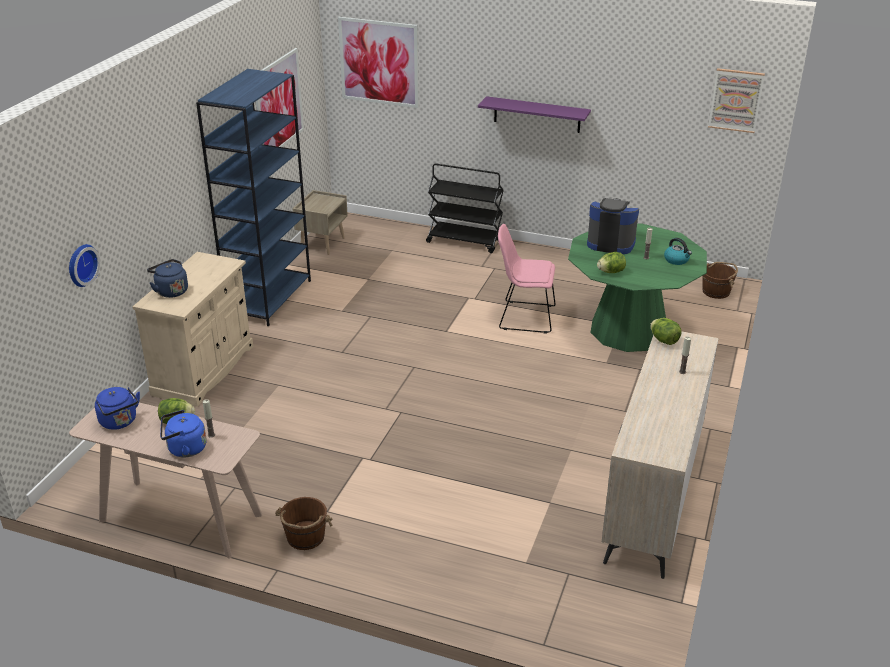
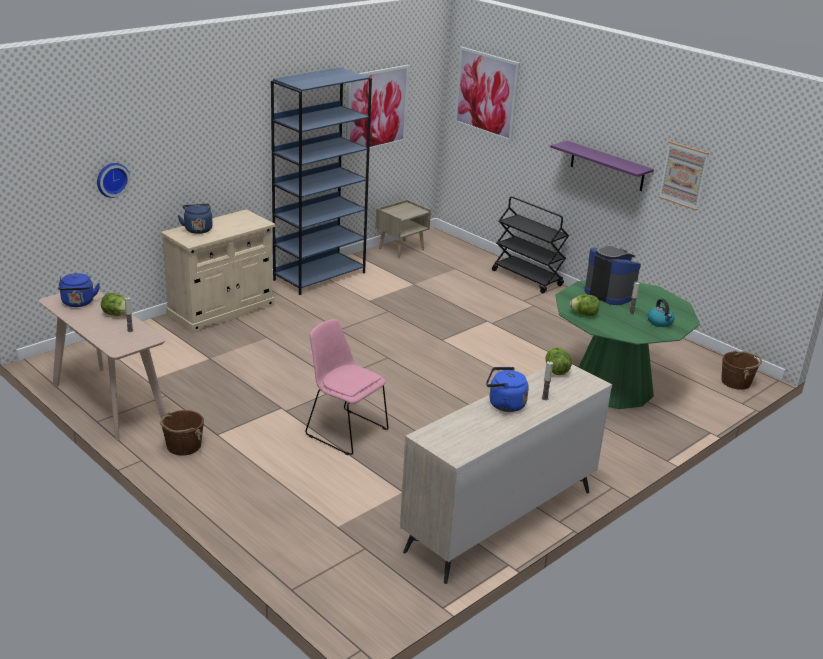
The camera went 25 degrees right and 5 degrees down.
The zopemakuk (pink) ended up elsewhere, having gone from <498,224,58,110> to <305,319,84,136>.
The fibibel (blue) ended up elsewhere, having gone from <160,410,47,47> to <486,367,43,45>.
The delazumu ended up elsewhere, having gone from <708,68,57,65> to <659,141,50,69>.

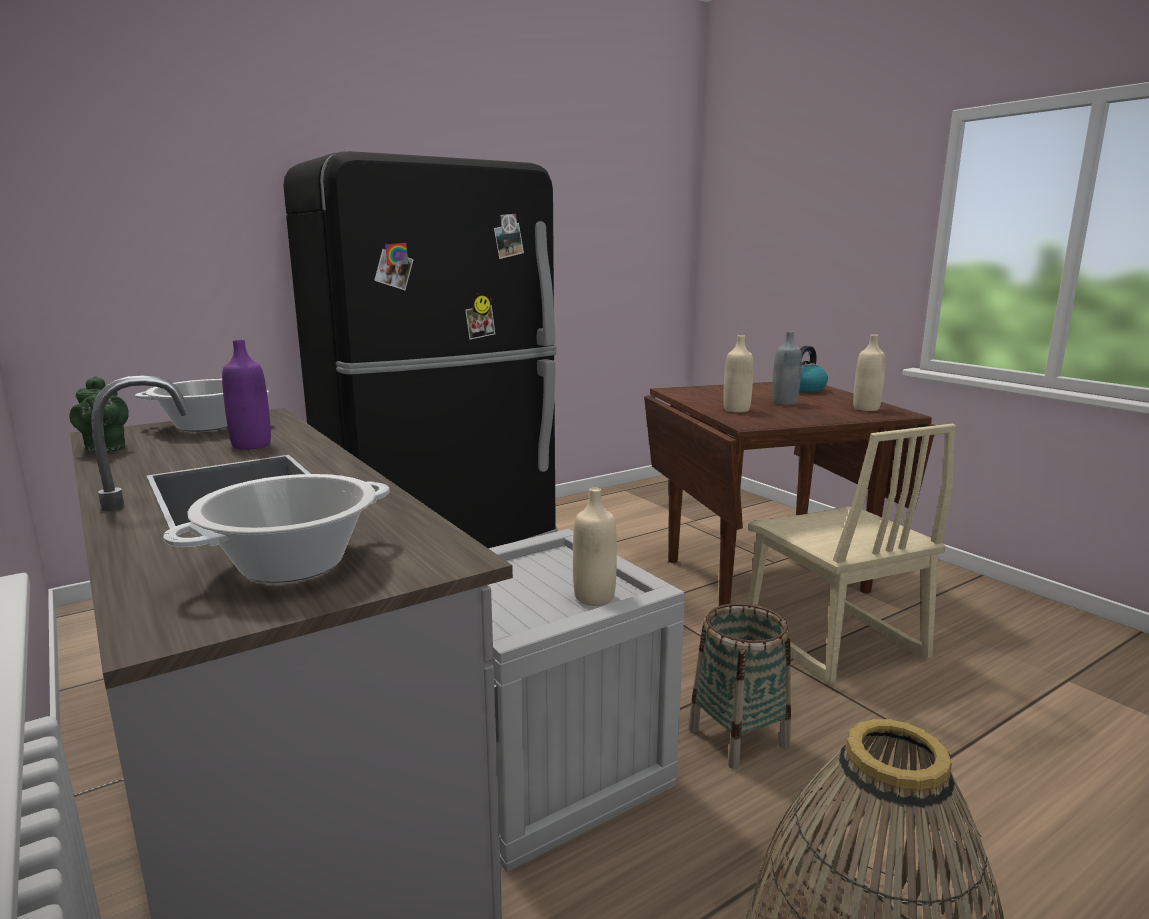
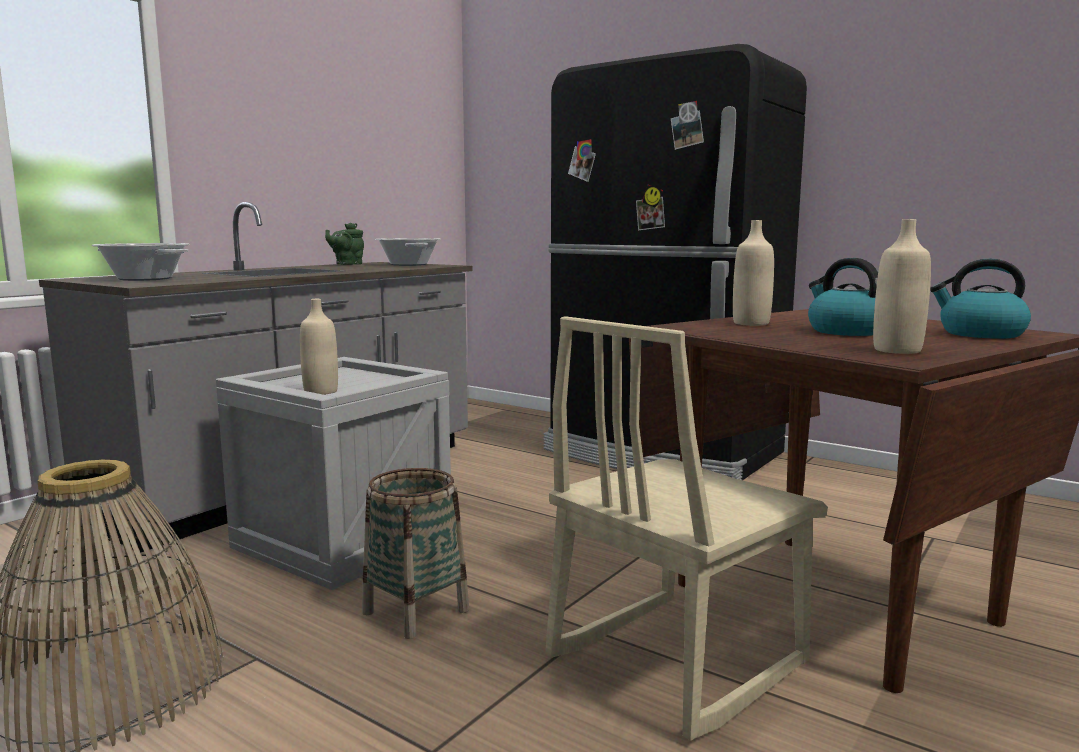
The camera went 70 degrees right and 5 degrees down.
Where the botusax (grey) stood at <772,331,30,74>, the fibibel came to stand at <808,258,70,78>.
The second view lost the botusax (purple) at <222,340,49,110>.

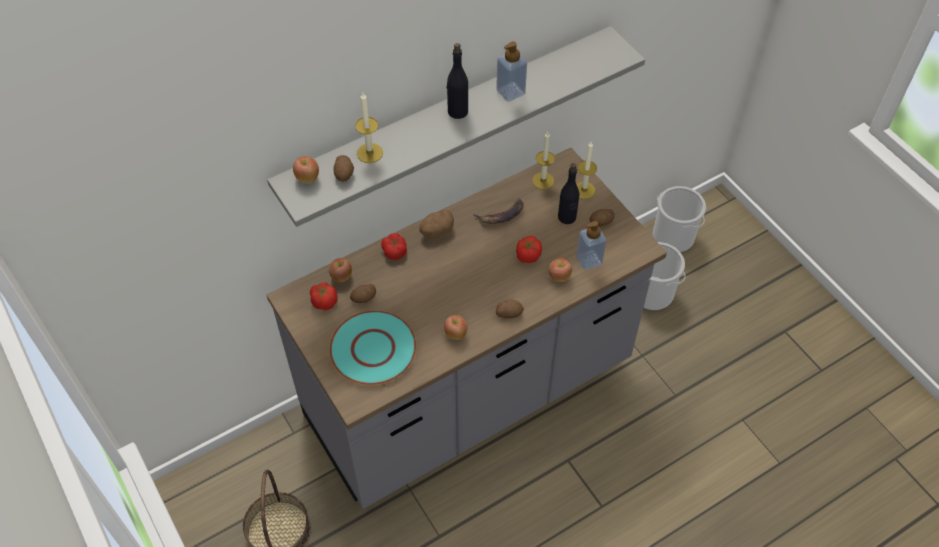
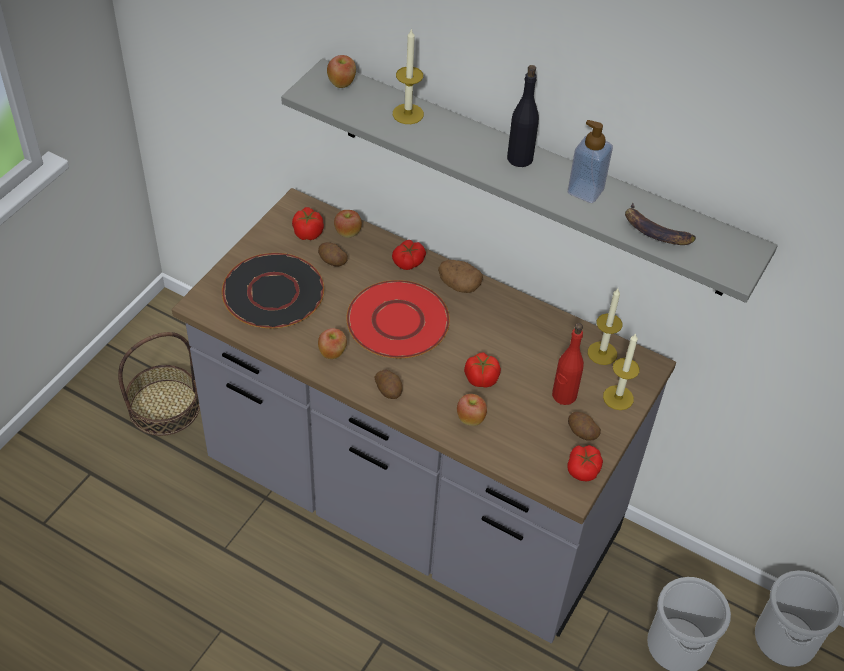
The camera went 60 degrees right and 5 degrees down.
What was the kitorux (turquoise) at <329,310,88,75> turned into the kitorux (black) at <222,253,102,75>.
The second view gained the kitorux (red) at <346,280,104,78>.
What was the botusax (black) at <558,163,21,61> turned into the botusax (red) at <552,323,32,82>.
The second view gained the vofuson at <568,445,35,37>.
The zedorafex ended up elsewhere, having gone from <473,198,51,26> to <625,203,71,42>.
The second view lost the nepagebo at <333,155,21,27>.
The second view lost the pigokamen at <576,221,30,49>.

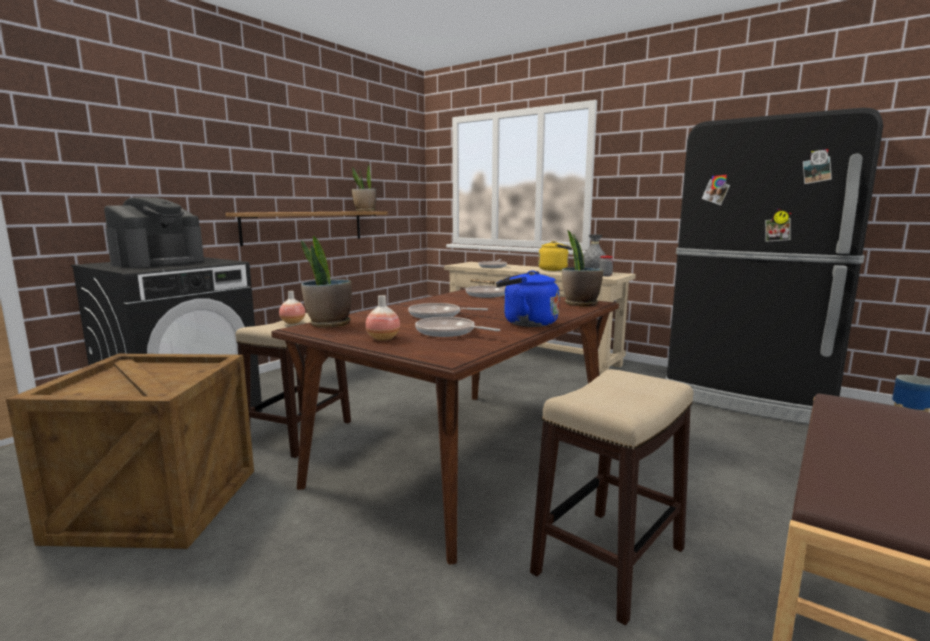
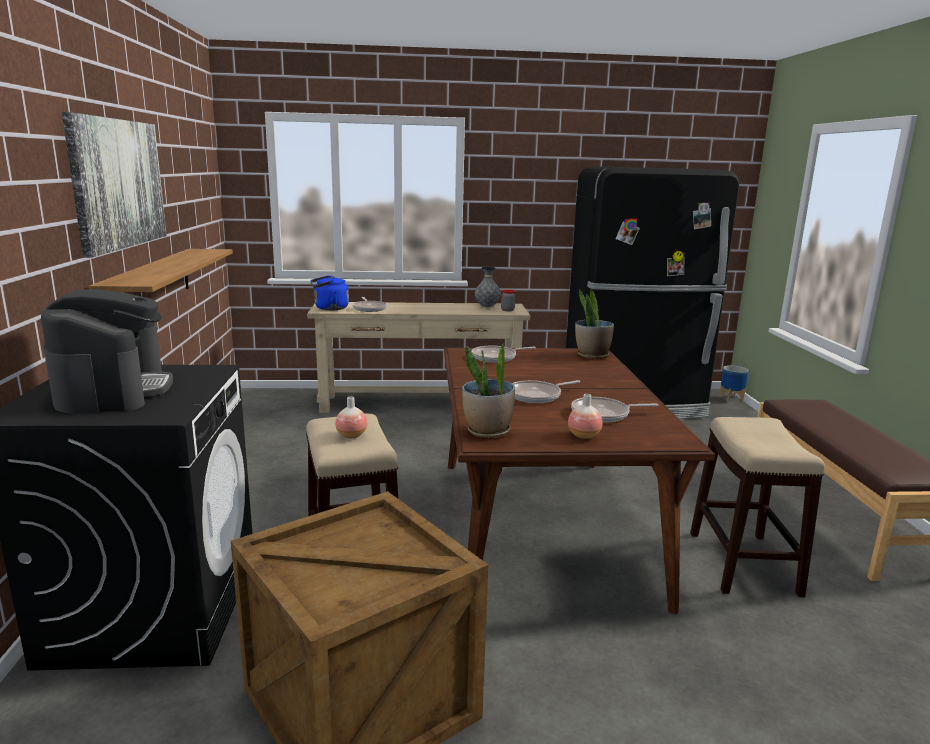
The camera went 40 degrees left and 5 degrees up.
The second view gained the delazumu at <62,112,105,146>.
The fibibel (blue) ended up elsewhere, having gone from <496,270,64,57> to <311,276,38,35>.
The second view lost the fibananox at <352,165,24,46>.
The second view lost the fibibel (yellow) at <538,241,34,30>.

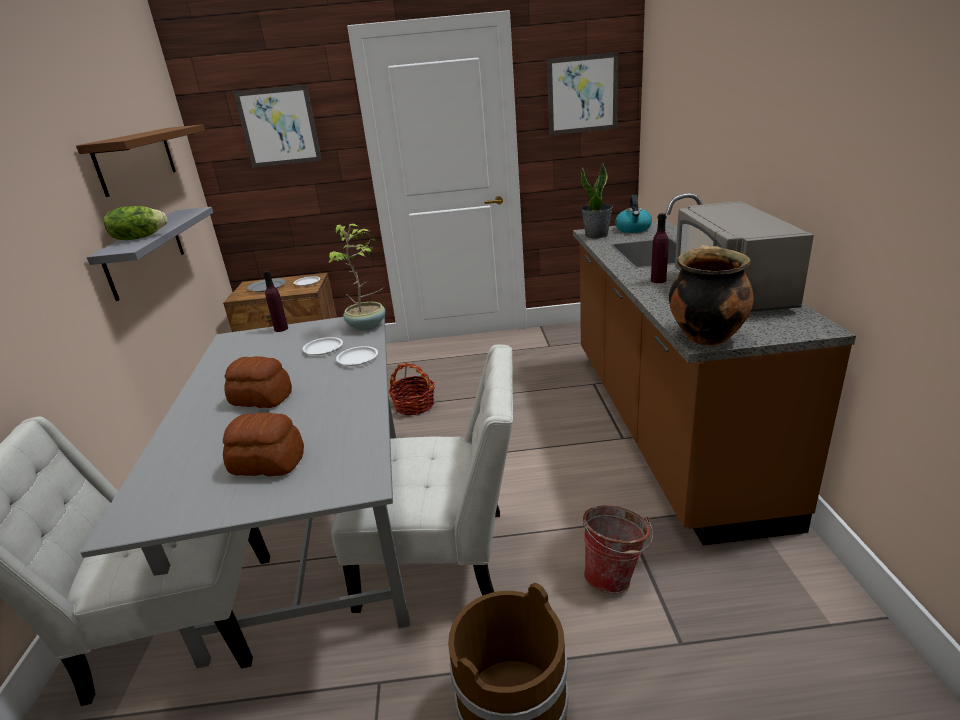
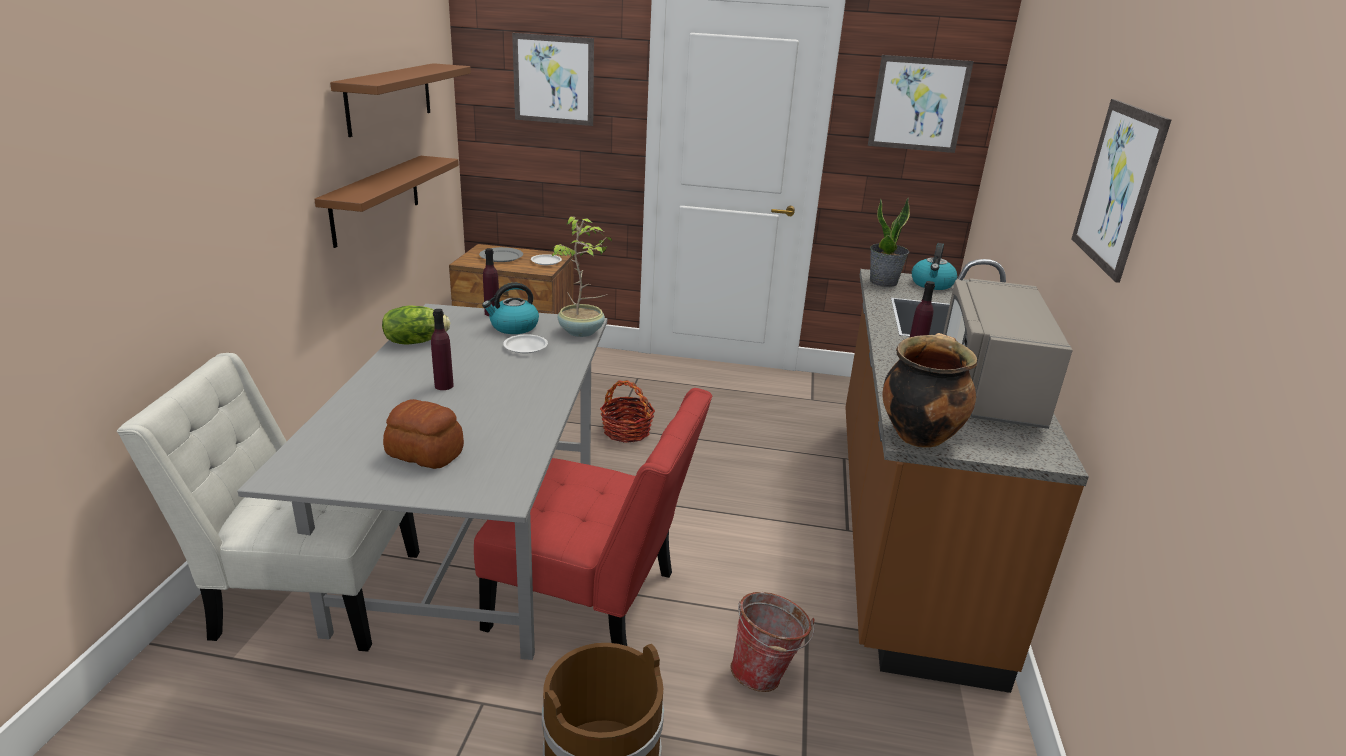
The camera went 10 degrees right and 0 degrees up.
What was the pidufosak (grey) at <87,207,126,94> turned into the pidufosak (brown) at <314,156,145,92>.
The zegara ended up elsewhere, having gone from <104,206,63,34> to <382,305,68,40>.
Where the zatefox stood at <224,356,68,52>, the botusax (purple) came to stand at <431,309,23,81>.
What was the zopemakuk (white) at <331,345,182,268> turned into the zopemakuk (red) at <474,388,238,258>.
The second view gained the fibibel at <482,283,57,51>.
The second view gained the delazumu at <1071,99,100,184>.
The second view lost the kitorux (white) at <336,346,42,20>.

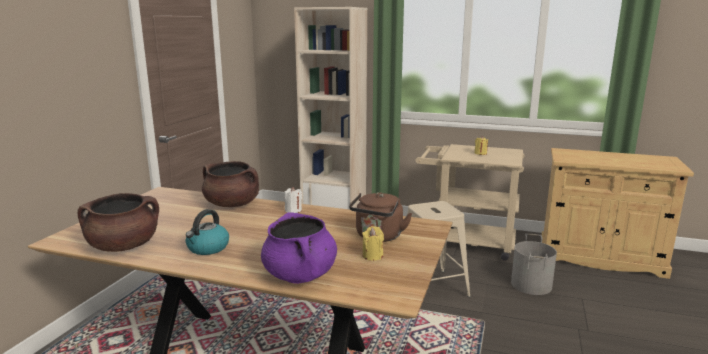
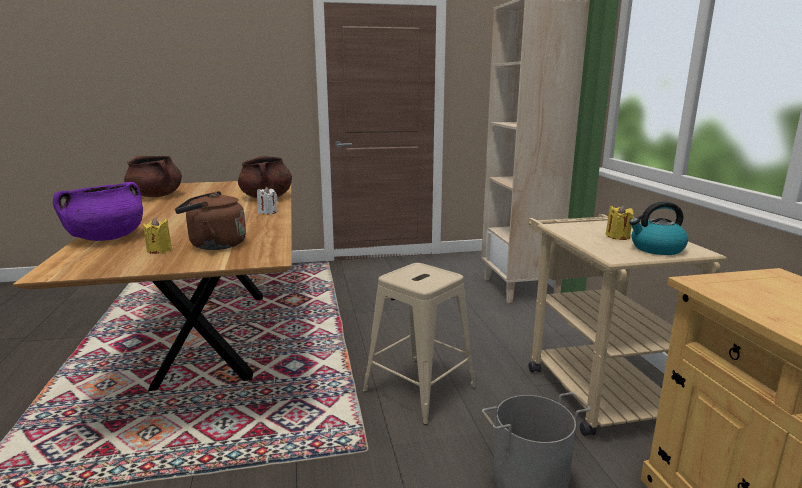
The camera went 60 degrees right and 0 degrees up.
The fibibel ended up elsewhere, having gone from <186,209,43,46> to <629,201,59,54>.

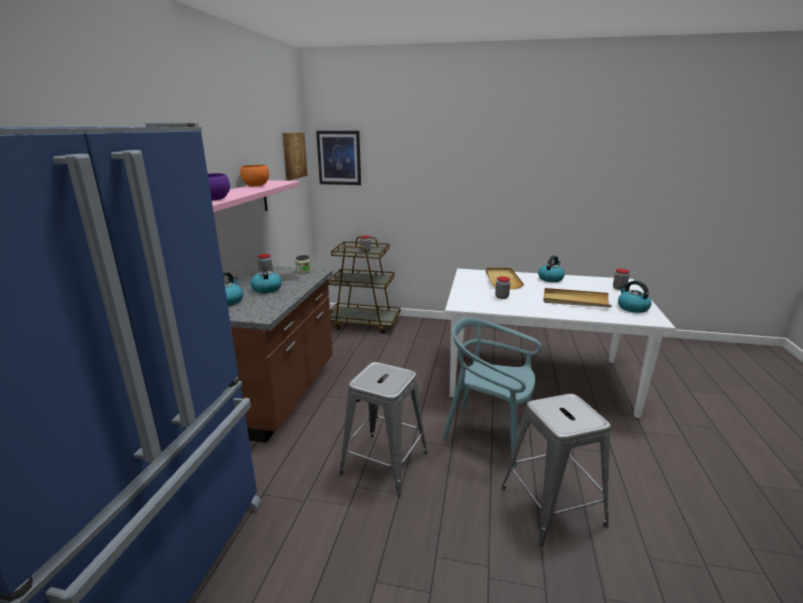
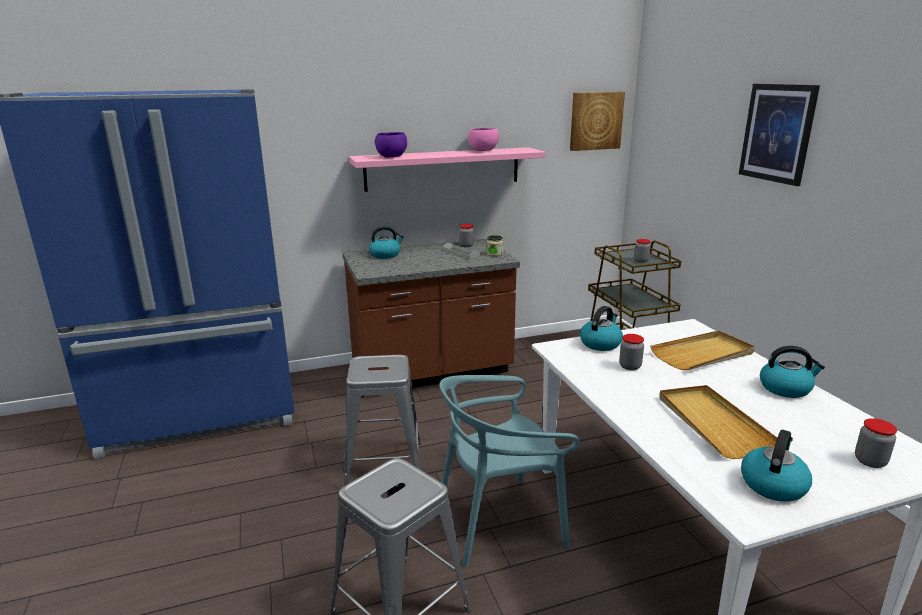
The camera went 60 degrees right and 0 degrees up.
The zopemakuk (turquoise) at <443,318,99,148> ended up facing another way, 105 degrees counterclockwise from before.
What was the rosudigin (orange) at <240,165,29,22> turned into the rosudigin (pink) at <468,128,31,23>.
The fibibel ended up elsewhere, having gone from <250,261,32,32> to <580,306,43,45>.
The delazumu ended up elsewhere, having gone from <316,131,45,54> to <739,84,81,102>.

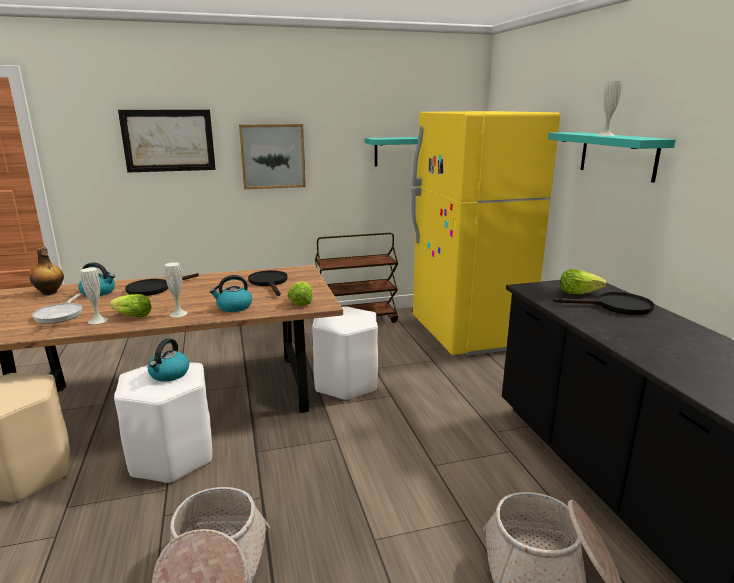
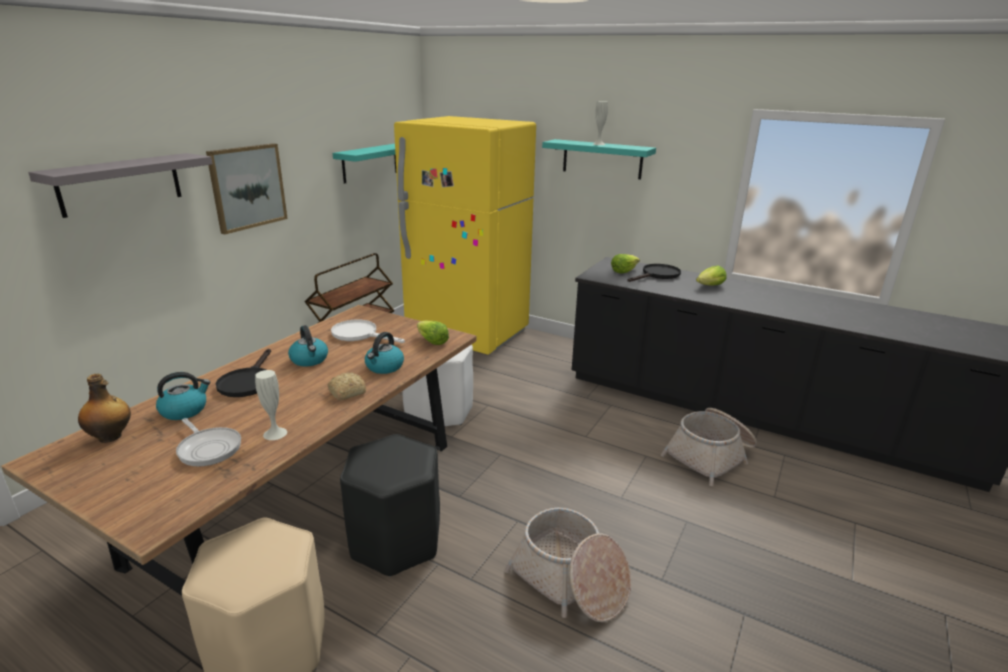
The camera went 45 degrees left and 5 degrees up.
Where the delazumu hung at <118,110,98,63>, the pidufosak (grey) came to hang at <28,153,184,65>.
The fibibel ended up elsewhere, having gone from <148,338,41,44> to <288,325,40,42>.
Where the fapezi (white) stood at <165,262,23,55>, the zatefox came to stand at <328,372,38,28>.
What was the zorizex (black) at <248,270,40,26> turned into the zorizex (white) at <331,320,74,23>.
What was the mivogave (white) at <114,362,98,122> turned into the mivogave (black) at <340,434,100,143>.
The zegara ended up elsewhere, having gone from <109,294,43,24> to <696,266,30,20>.

